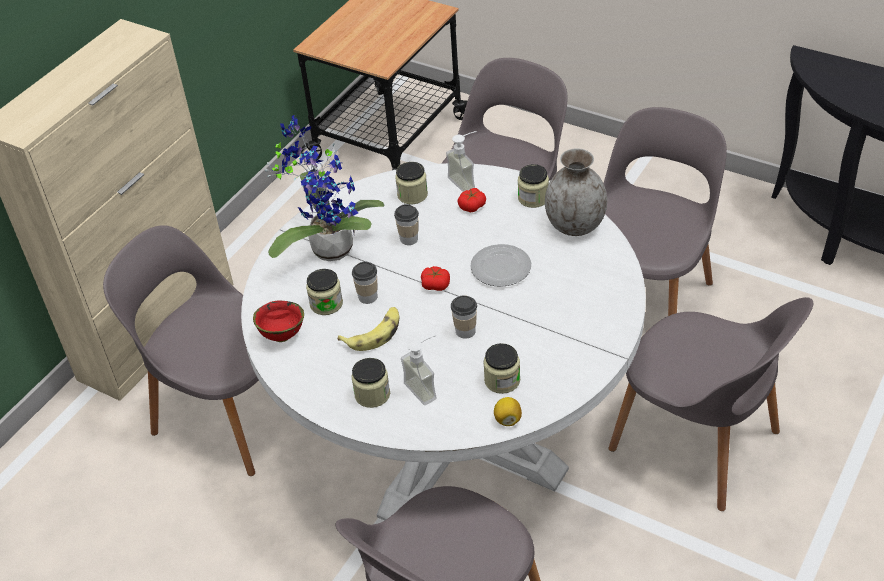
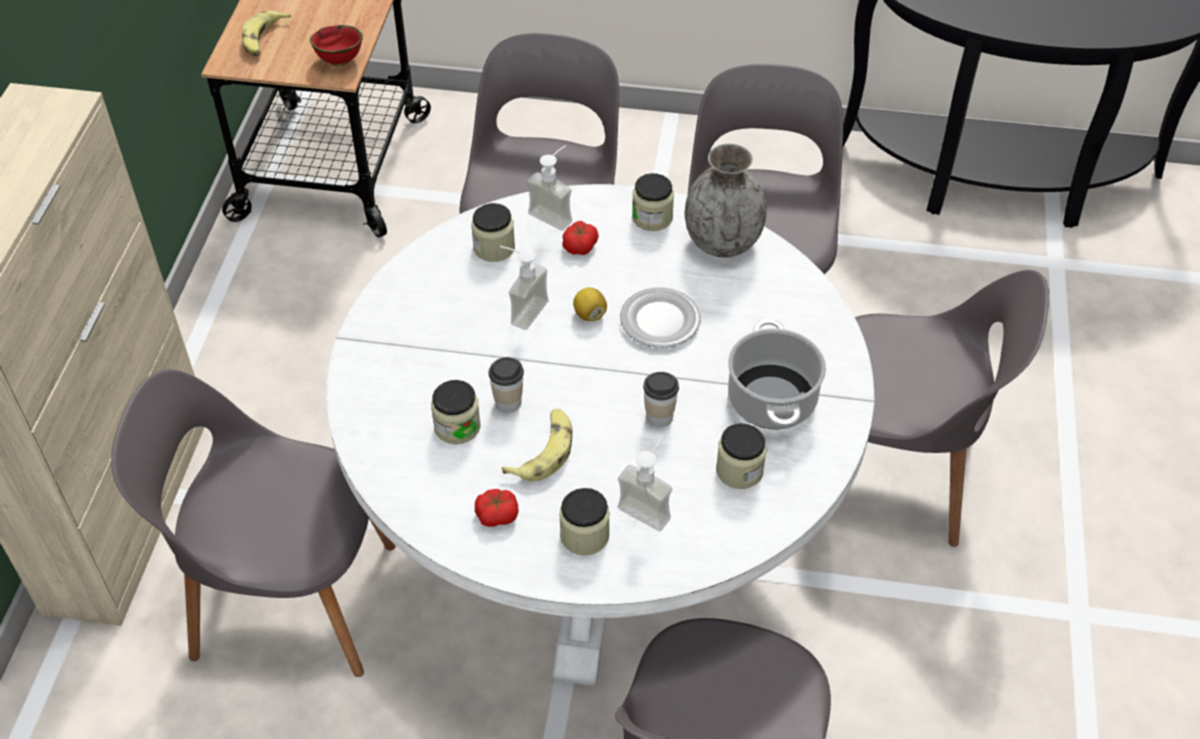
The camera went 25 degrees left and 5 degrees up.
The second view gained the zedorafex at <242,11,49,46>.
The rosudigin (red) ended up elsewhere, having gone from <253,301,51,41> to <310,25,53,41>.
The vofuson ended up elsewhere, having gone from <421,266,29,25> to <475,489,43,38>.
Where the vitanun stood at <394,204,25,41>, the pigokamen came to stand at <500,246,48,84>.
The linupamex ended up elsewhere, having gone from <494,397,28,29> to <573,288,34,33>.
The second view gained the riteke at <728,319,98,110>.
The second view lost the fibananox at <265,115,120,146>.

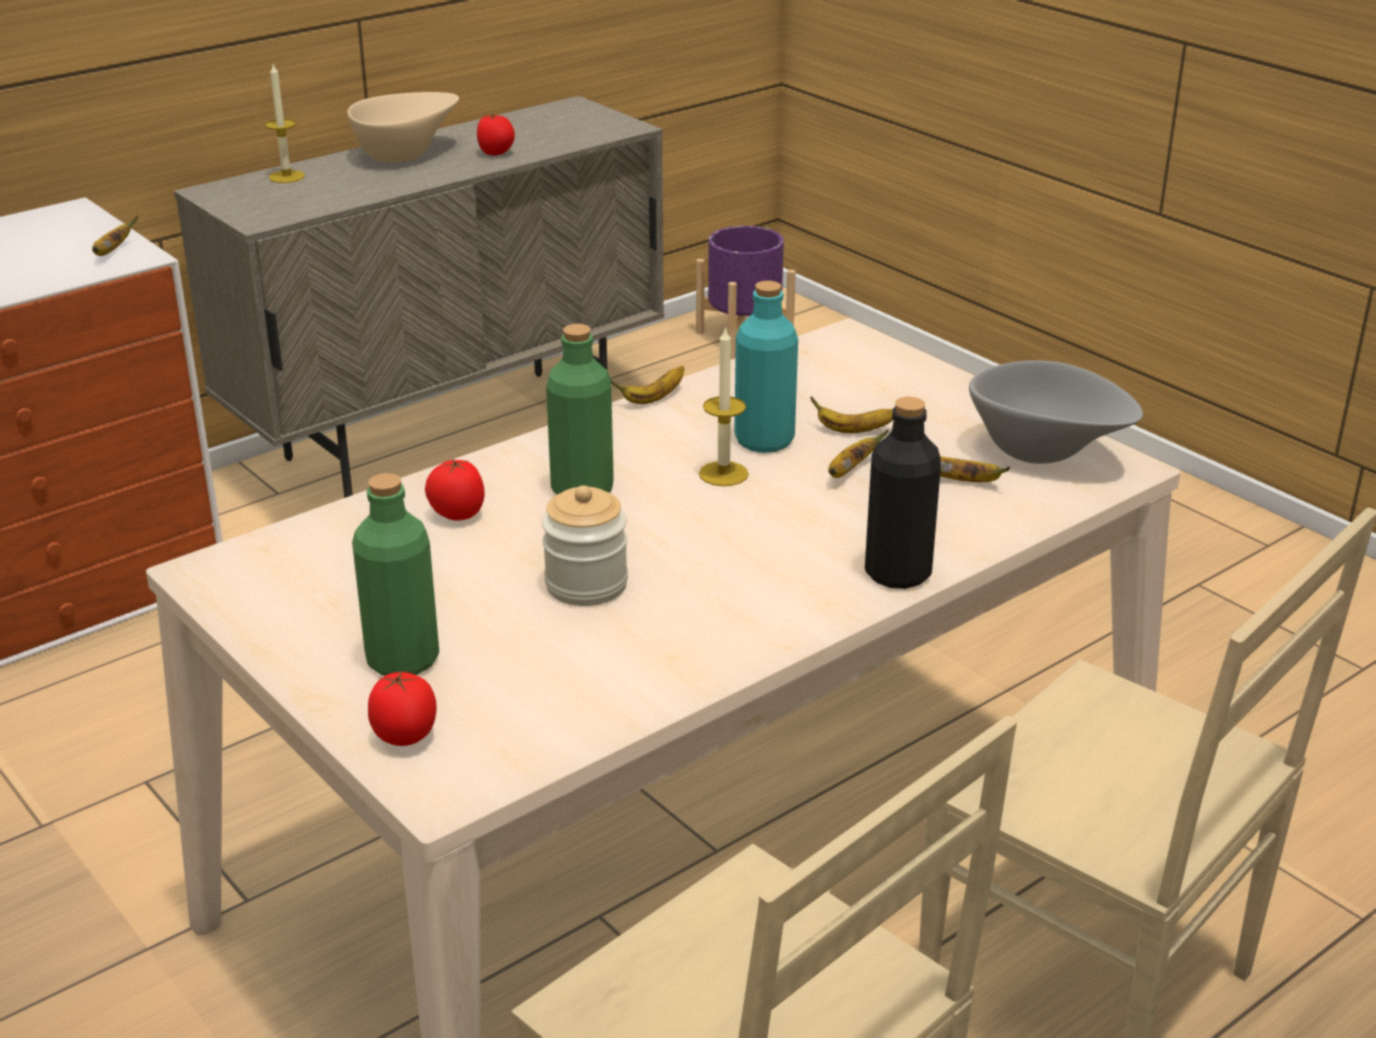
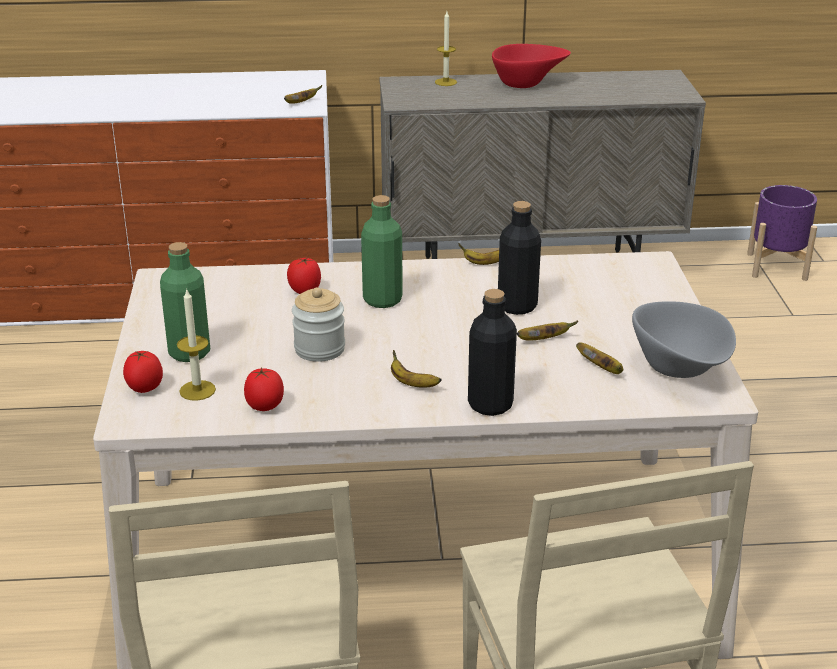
The camera went 35 degrees right and 0 degrees up.
The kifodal ended up elsewhere, having gone from <699,326,50,160> to <177,290,39,111>.
The vofuson ended up elsewhere, having gone from <477,115,38,41> to <244,368,40,43>.
The zedorafex ended up elsewhere, having gone from <810,397,83,36> to <391,350,51,38>.
What was the rosudigin (beige) at <348,92,111,71> turned into the rosudigin (red) at <492,44,79,44>.
What was the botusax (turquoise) at <734,281,64,172> turned into the botusax (black) at <498,201,43,114>.

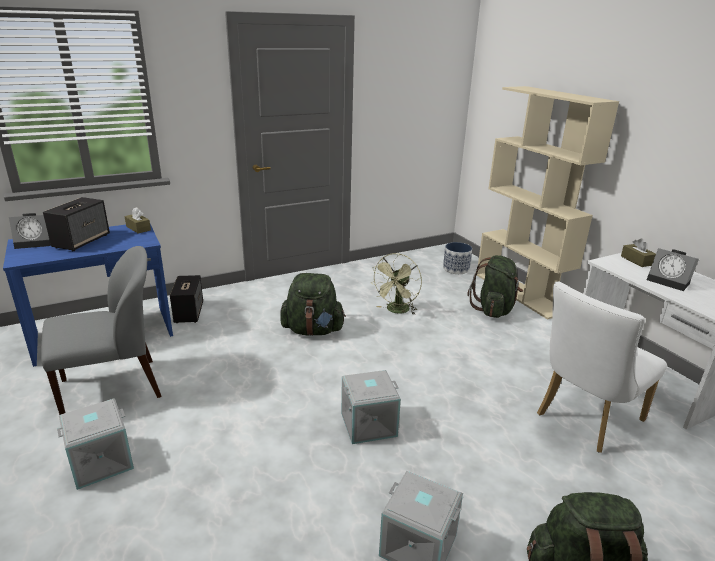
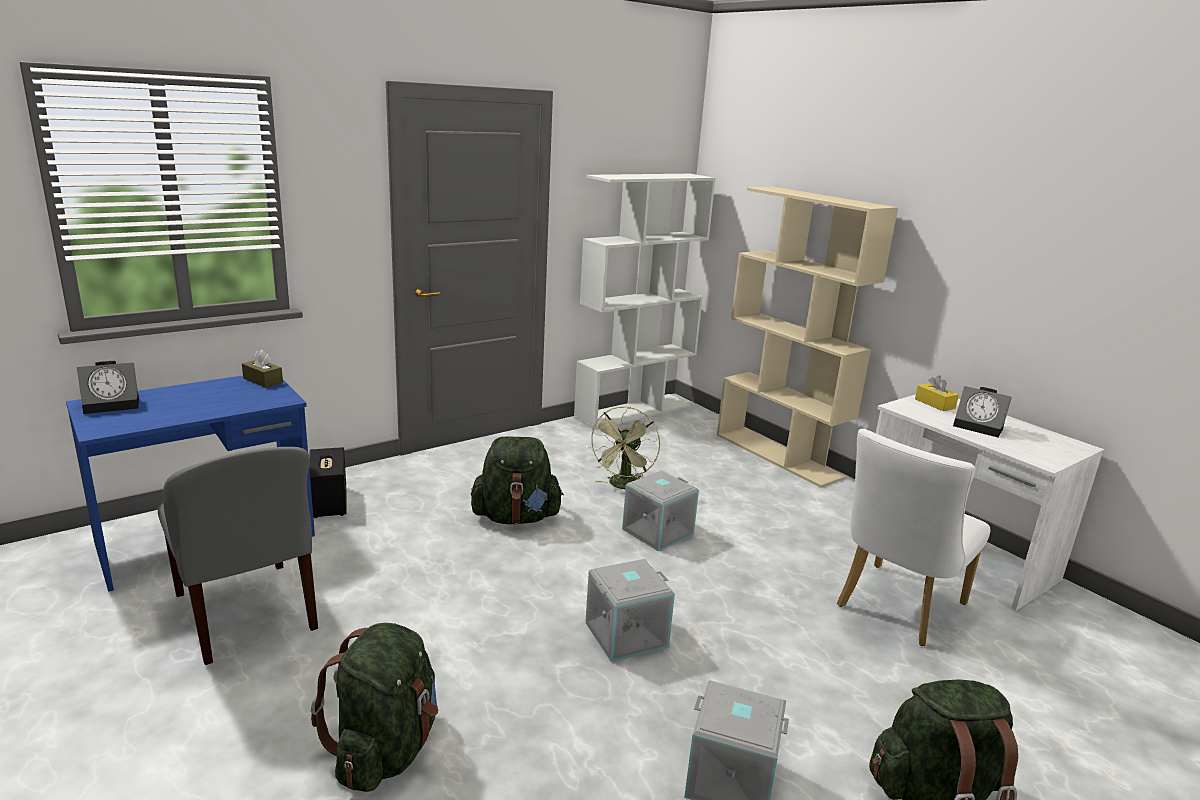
The camera went 10 degrees left and 5 degrees down.
The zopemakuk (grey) at <41,246,121,169> ended up facing another way, 90 degrees clockwise from before.
The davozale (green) ended up elsewhere, having gone from <468,255,55,63> to <311,623,127,169>.
The second view gained the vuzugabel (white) at <574,174,142,256>.
The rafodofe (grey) ended up elsewhere, having gone from <57,399,77,91> to <622,471,77,81>.
What was the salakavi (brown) at <621,239,35,28> turned into the salakavi (yellow) at <915,376,44,35>.
The second view lost the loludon at <43,197,67,54>.
The second view lost the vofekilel at <443,242,29,32>.

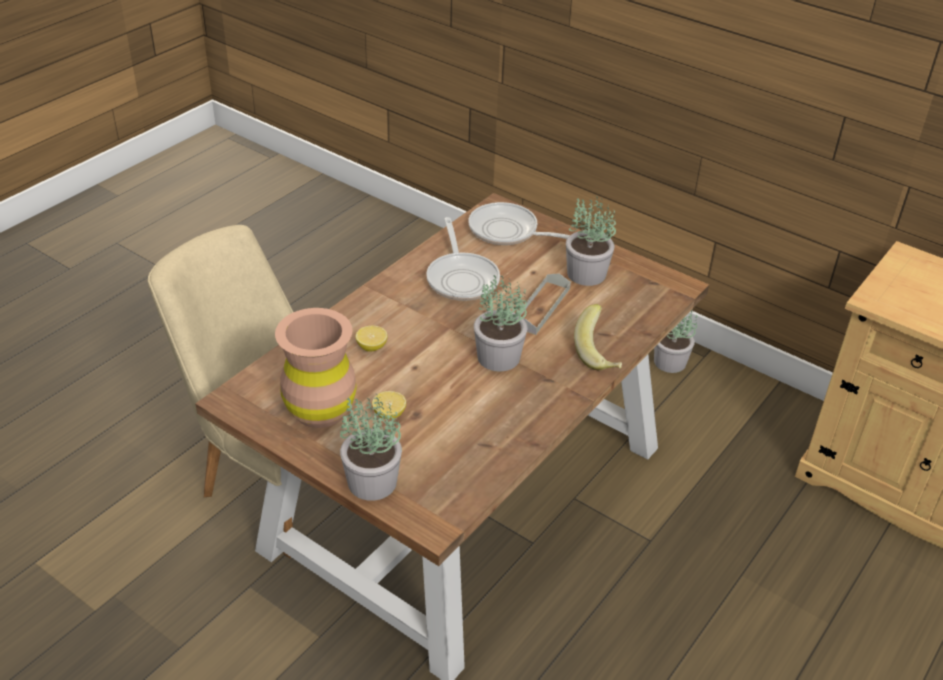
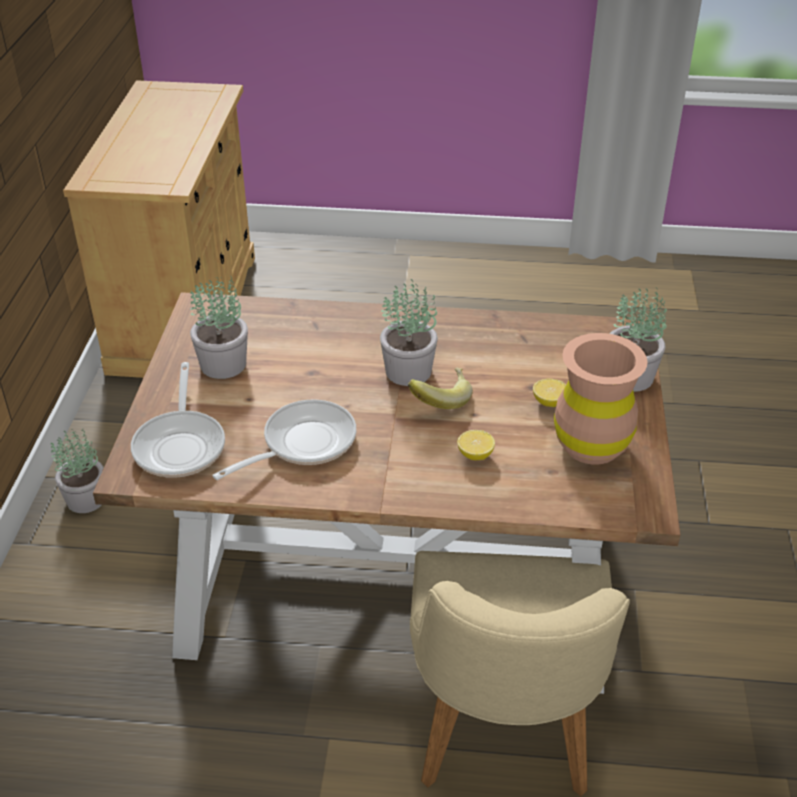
The camera went 120 degrees left and 0 degrees up.
The zedorafex ended up elsewhere, having gone from <574,304,48,66> to <408,368,65,41>.
The second view lost the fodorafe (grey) at <521,273,50,62>.

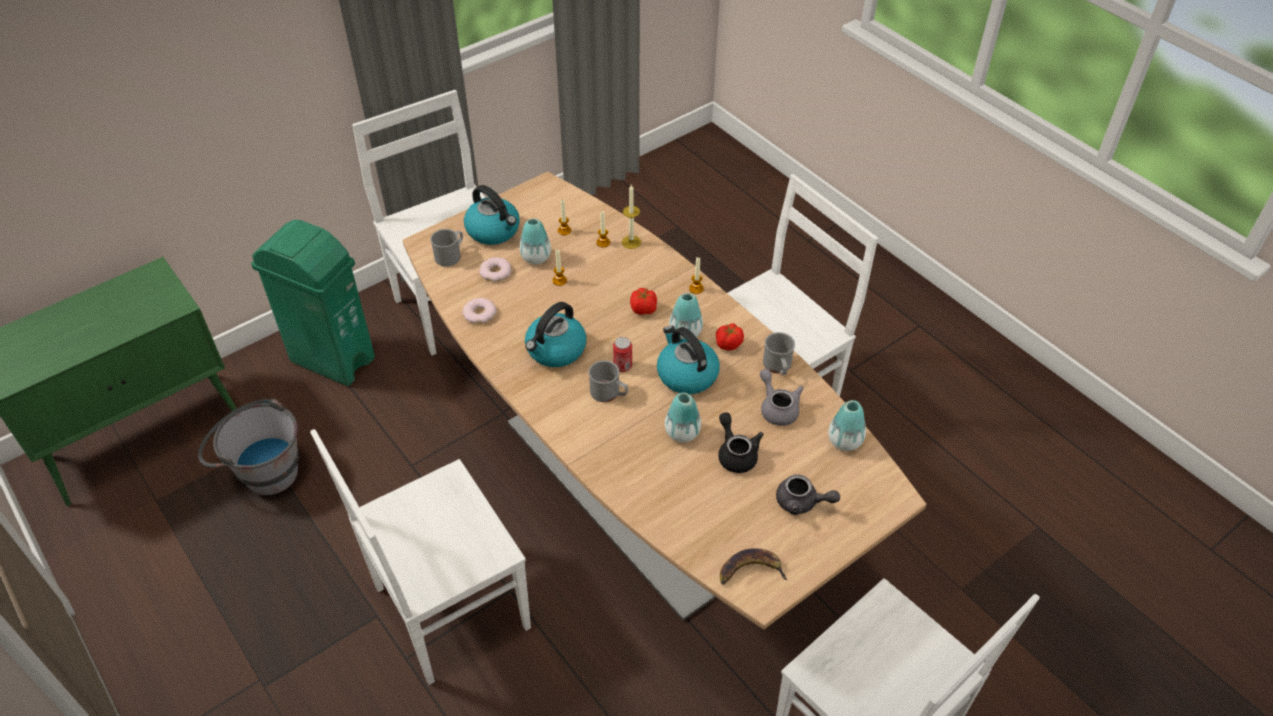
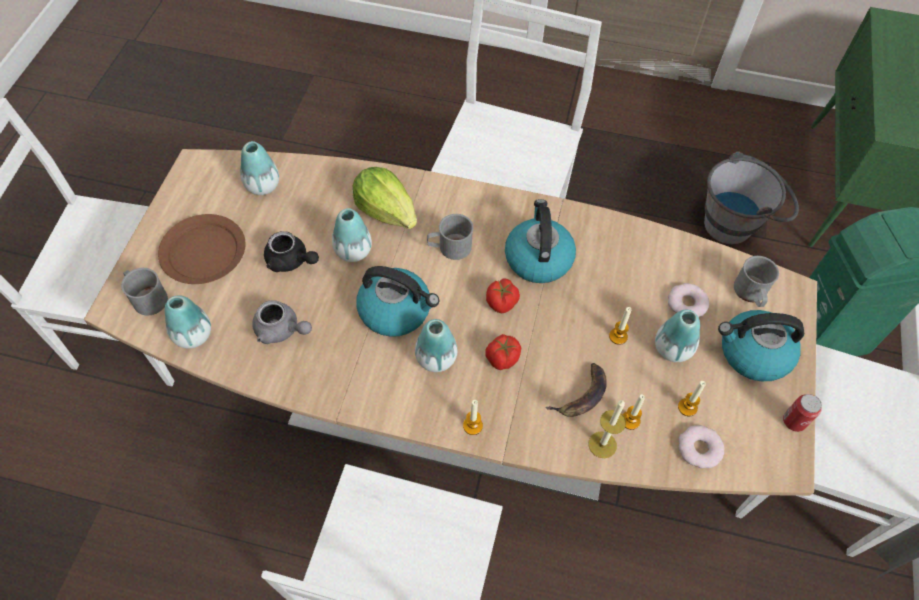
The camera went 140 degrees right and 10 degrees up.
The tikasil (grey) ended up elsewhere, having gone from <763,332,32,43> to <121,268,47,47>.
Where the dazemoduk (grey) stood at <776,474,64,41>, the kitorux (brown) came to stand at <158,214,88,70>.
The second view gained the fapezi at <240,141,39,54>.
The second view gained the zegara at <353,167,64,62>.
The vofuson ended up elsewhere, having gone from <716,323,28,28> to <486,278,34,35>.
The zedorafex ended up elsewhere, having gone from <720,548,67,37> to <546,363,61,54>.
The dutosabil ended up elsewhere, having gone from <462,298,35,26> to <678,425,46,43>.
The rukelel ended up elsewhere, having gone from <613,337,19,35> to <783,394,39,38>.

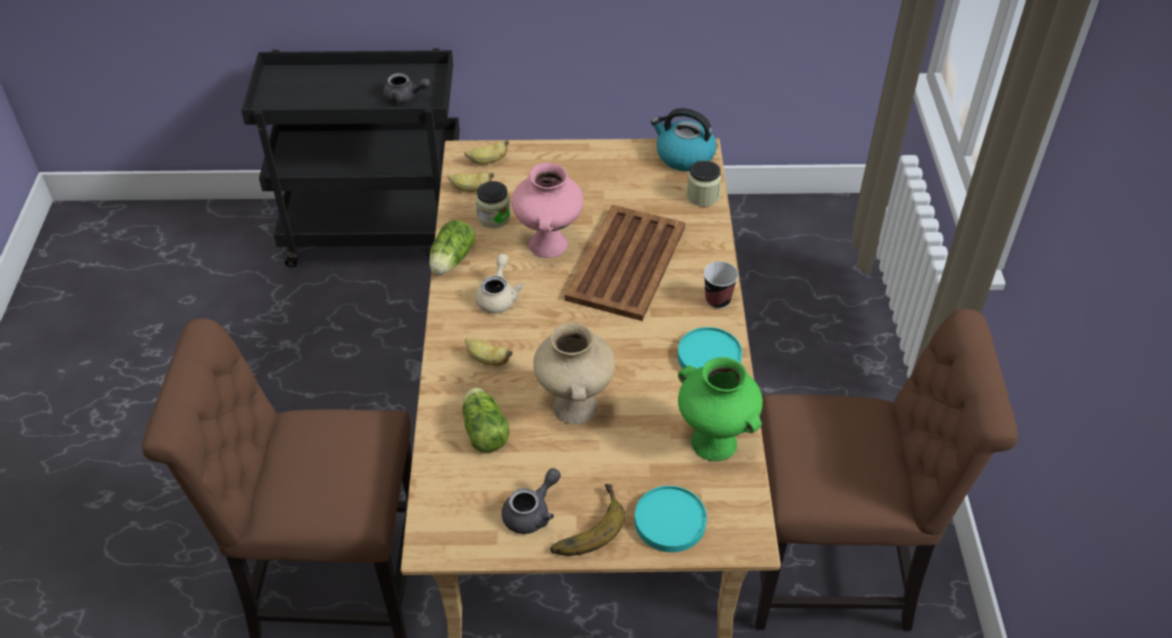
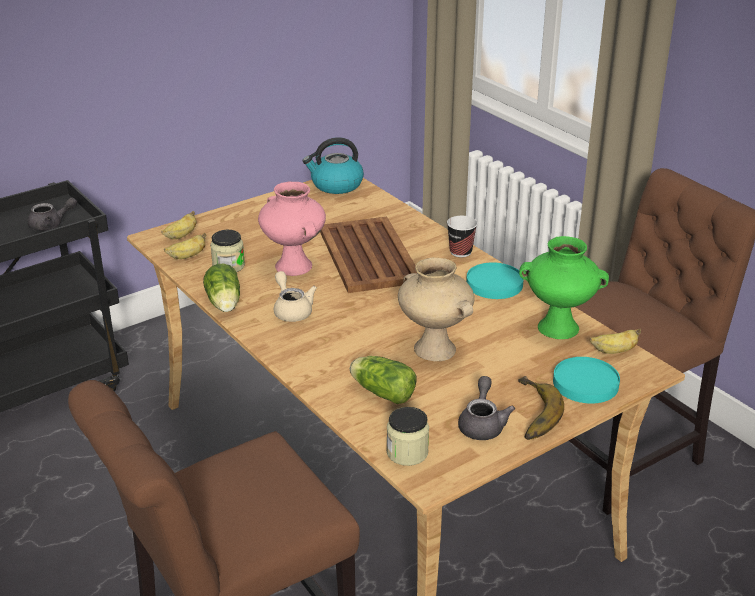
The camera went 35 degrees left and 15 degrees down.
The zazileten ended up elsewhere, having gone from <687,160,34,47> to <387,407,42,59>.
The zedorafex ended up elsewhere, having gone from <465,338,47,28> to <590,329,51,25>.

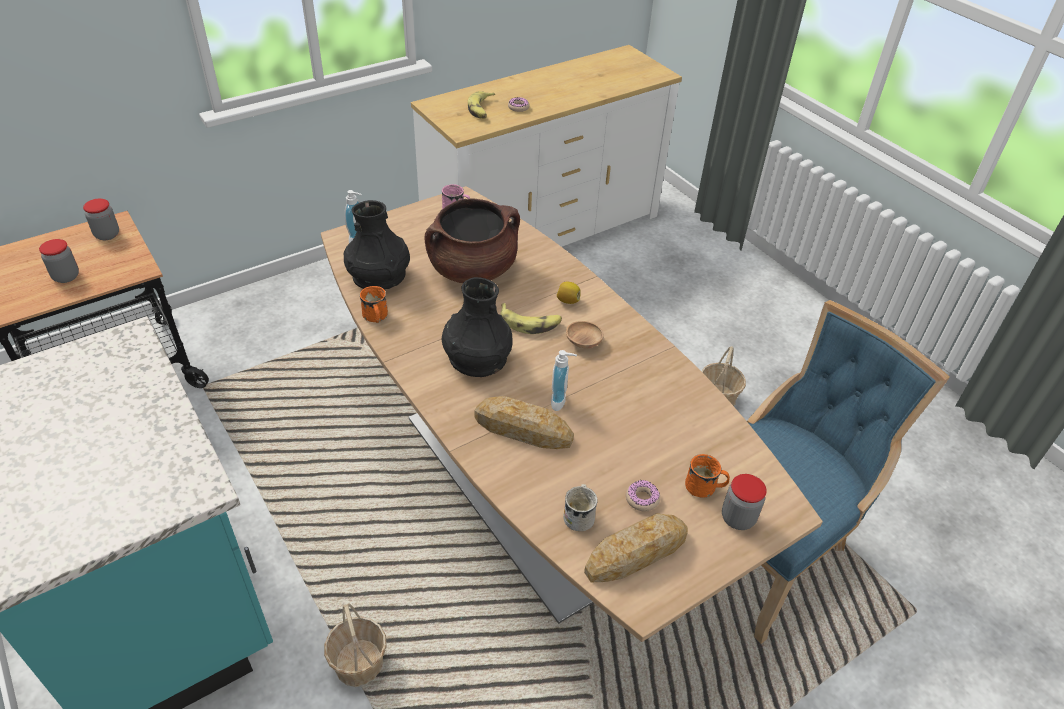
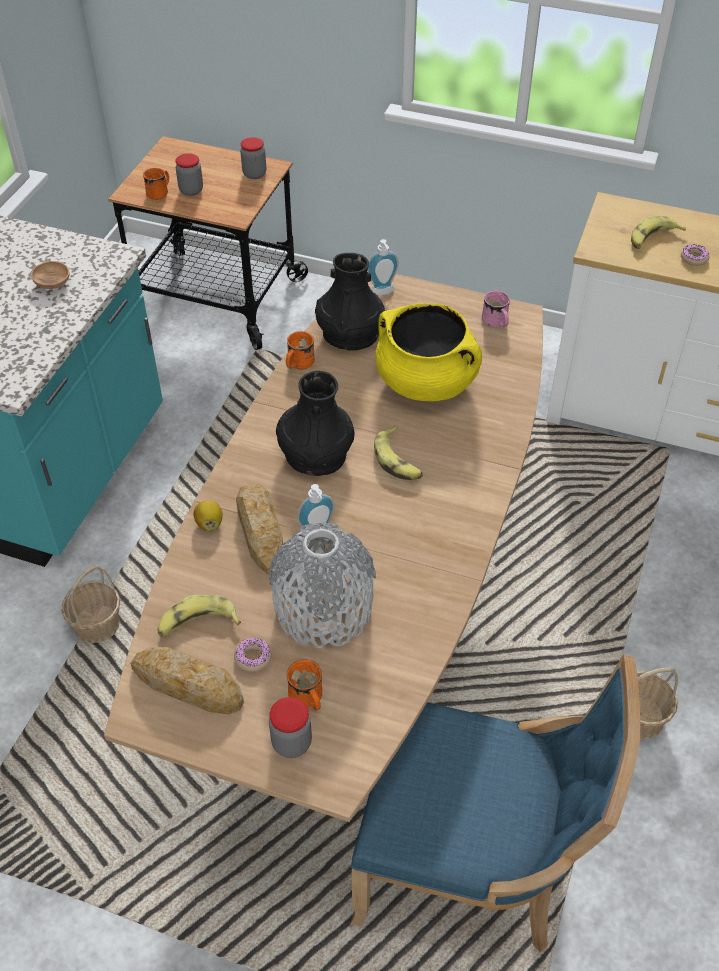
The camera went 55 degrees right and 5 degrees up.
The rosudigin (brown) ended up elsewhere, having gone from <566,321,37,28> to <31,261,38,28>.
The second view gained the tikasil (orange) at <143,168,26,32>.
Where the tikasil (white) stood at <563,484,35,47>, the zedorafex came to stand at <158,594,83,43>.
The linupamex ended up elsewhere, having gone from <557,282,24,22> to <193,500,29,31>.
The second view gained the fapezi (grey) at <269,523,107,125>.
What was the riteke (brown) at <424,198,96,85> turned into the riteke (yellow) at <375,303,107,98>.

